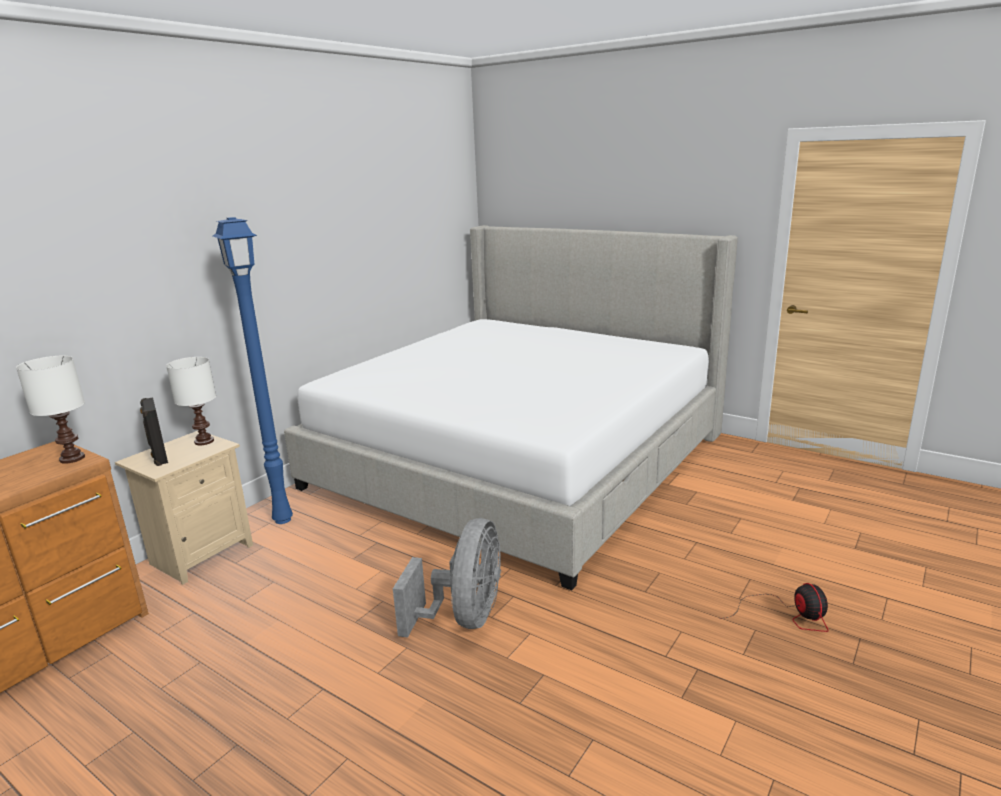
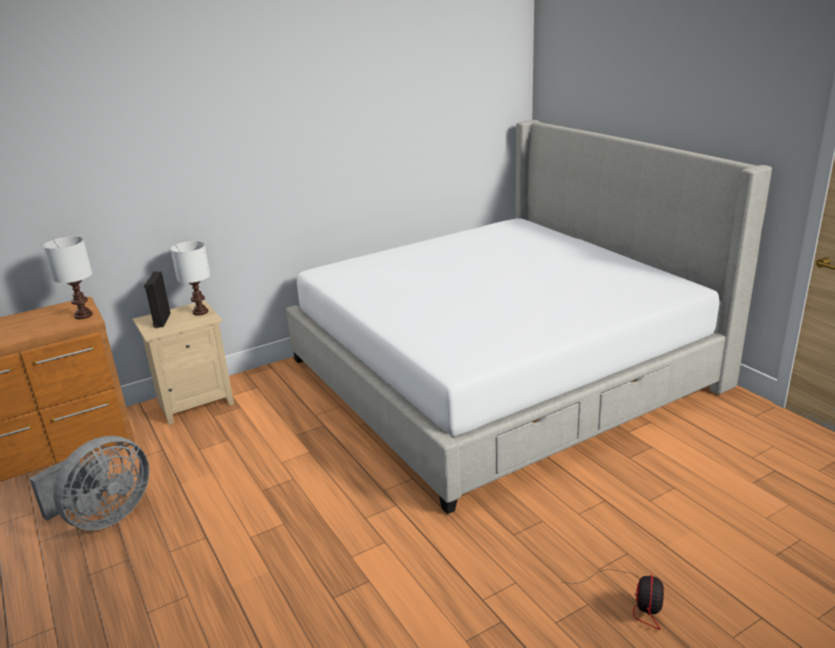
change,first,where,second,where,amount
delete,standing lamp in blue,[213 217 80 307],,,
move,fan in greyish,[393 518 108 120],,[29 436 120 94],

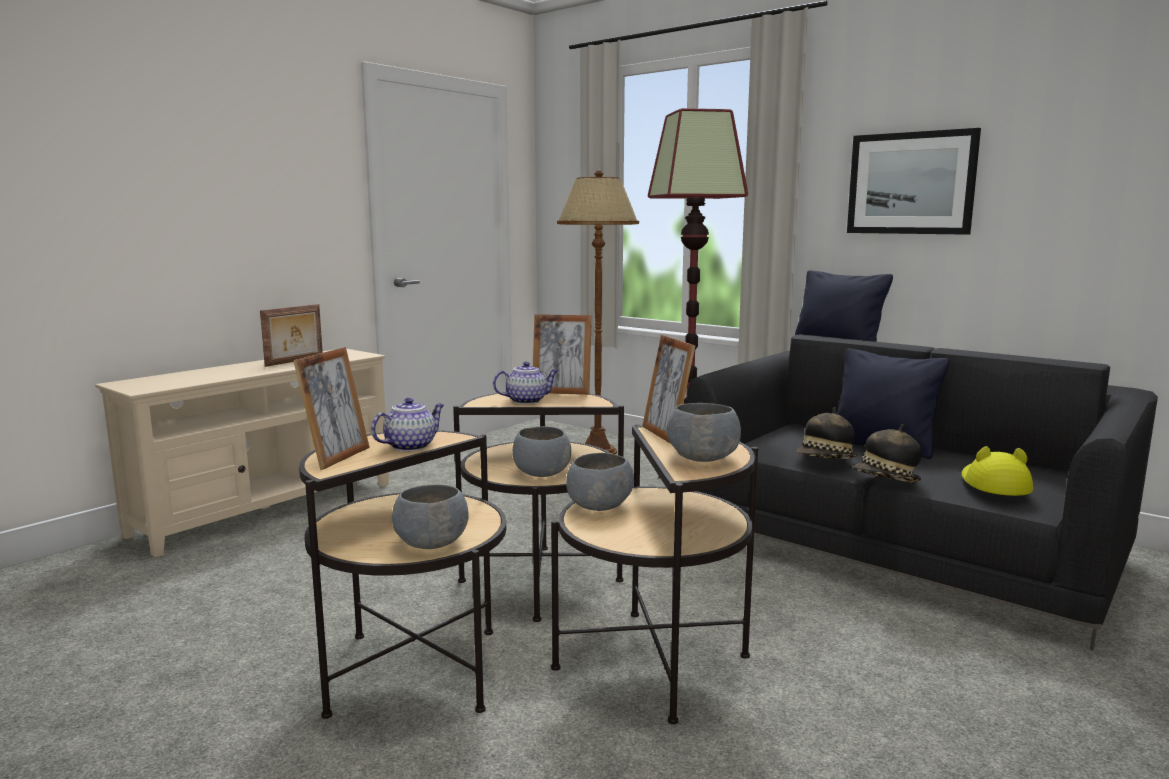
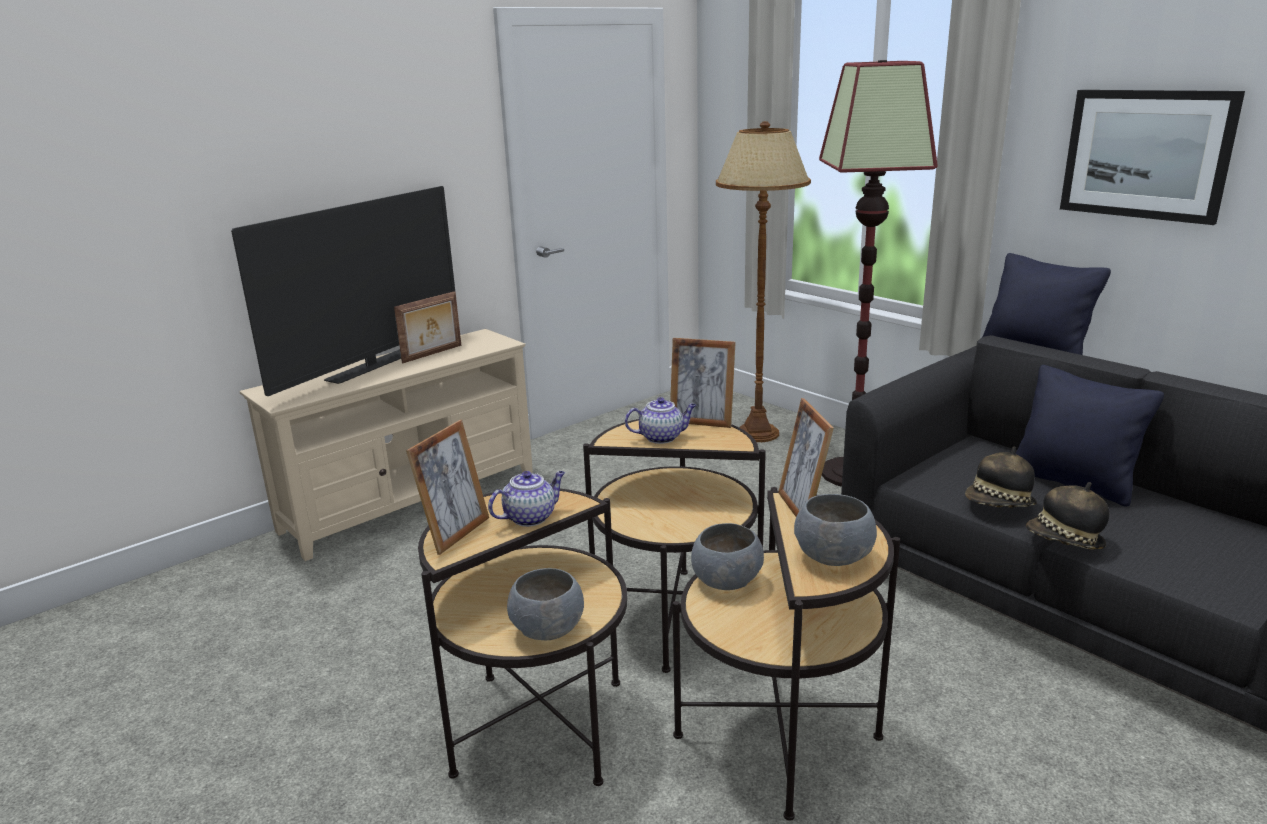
change,first,where,second,where,amount
delete,deep dish in greyish,[512 426 59 51],,,
delete,clothing hat in yellow-coloured,[962 446 71 50],,,
insert,,,TV set,[231 186 224 210],

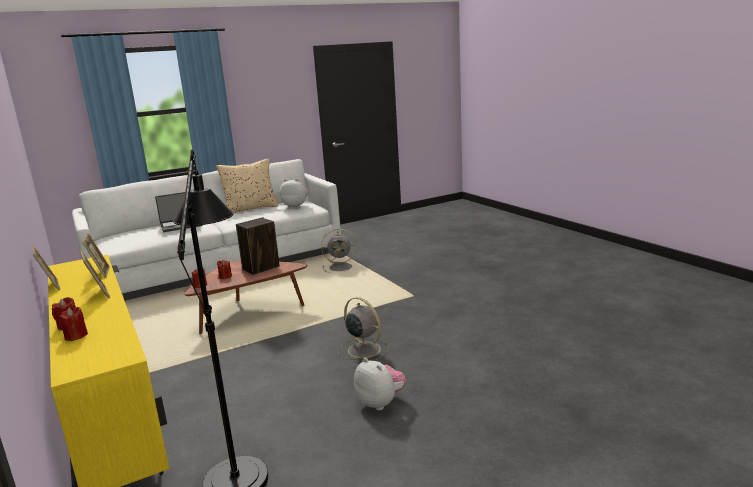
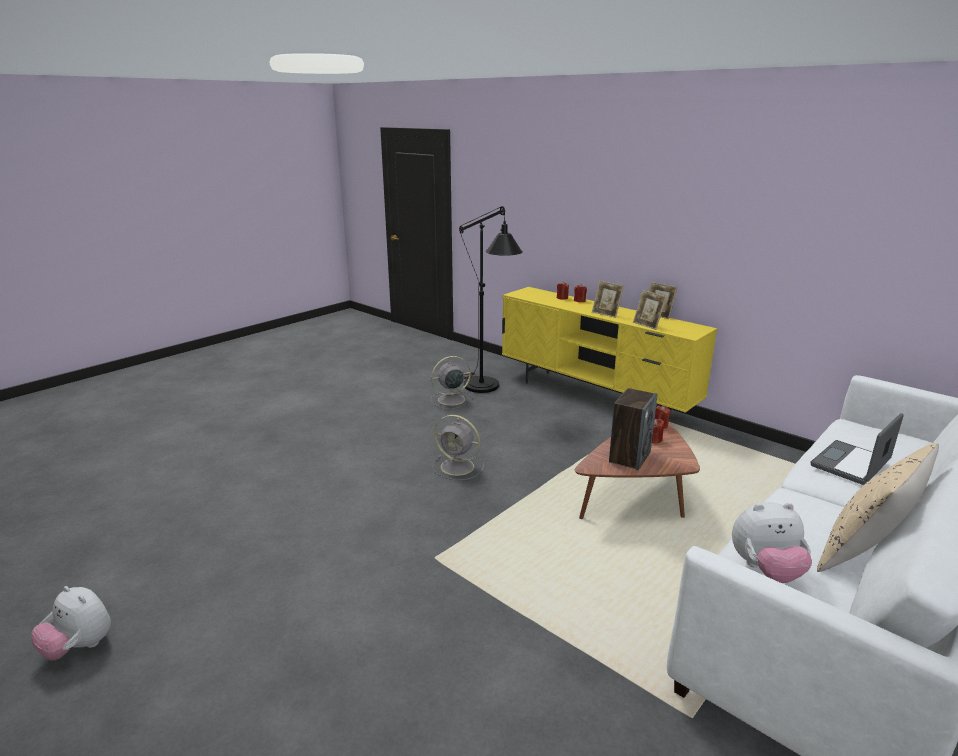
change,first,where,second,where,amount
move,fan in greyish,[321 229 36 44],,[431 356 43 53],
move,cuddly toy,[354 358 52 53],,[31 586 80 75],

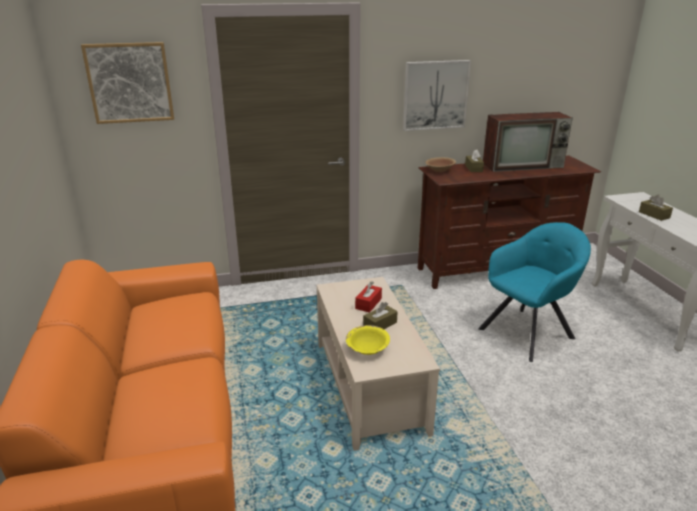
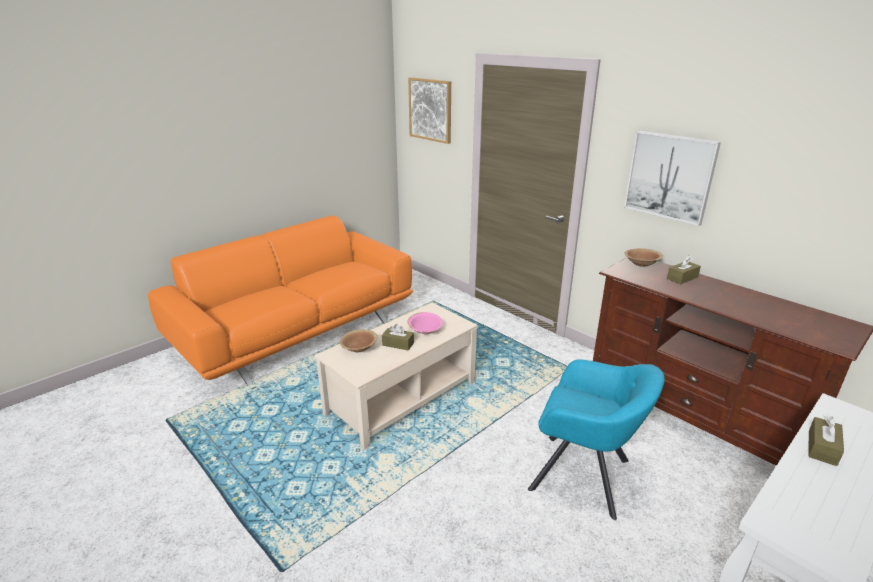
change,first,where,second,where,amount
delete,TV set,[483 112 90 60],,,
replace,box of tissues in red,[355 281 27 32],deep dish in pink-coloured,[408 312 35 22],
recolor,deep dish in yellow-coloured,[346 325 44 30],deep dish in brownish,[340 329 37 23],

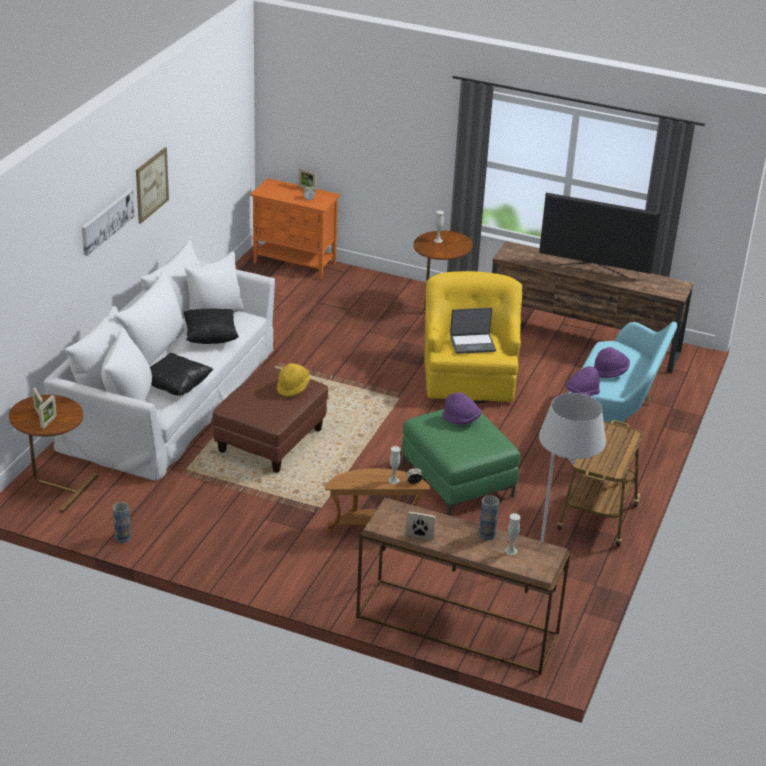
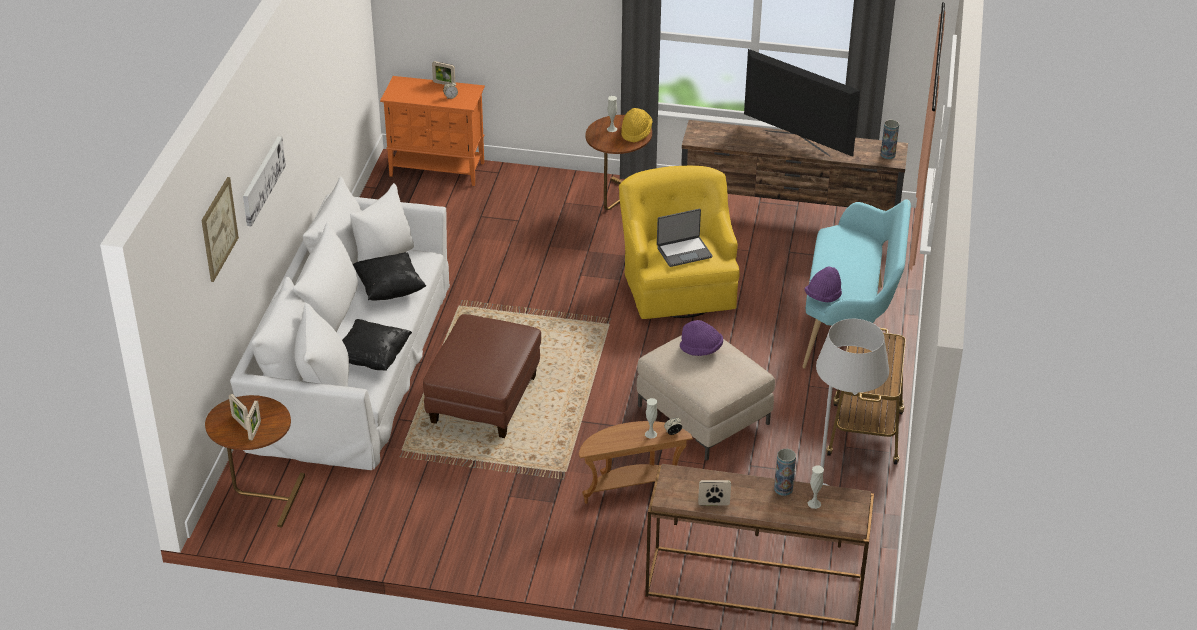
change,first,where,second,where,amount
delete,clothing hat in purple,[593 347 37 31],,,
move,vase,[113 502 18 41],,[881 120 18 39],
move,wall art,[136 147 33 77],,[201 177 38 105],
move,clothing hat in yellow-coloured,[277 363 33 34],,[621 108 31 35],
recolor,pouffe in green,[402 409 118 107],pouffe in sand-coloured,[637 335 138 126],
rotate,TV set,[539 193 121 85],,[744 49 116 108],150 degrees counterclockwise

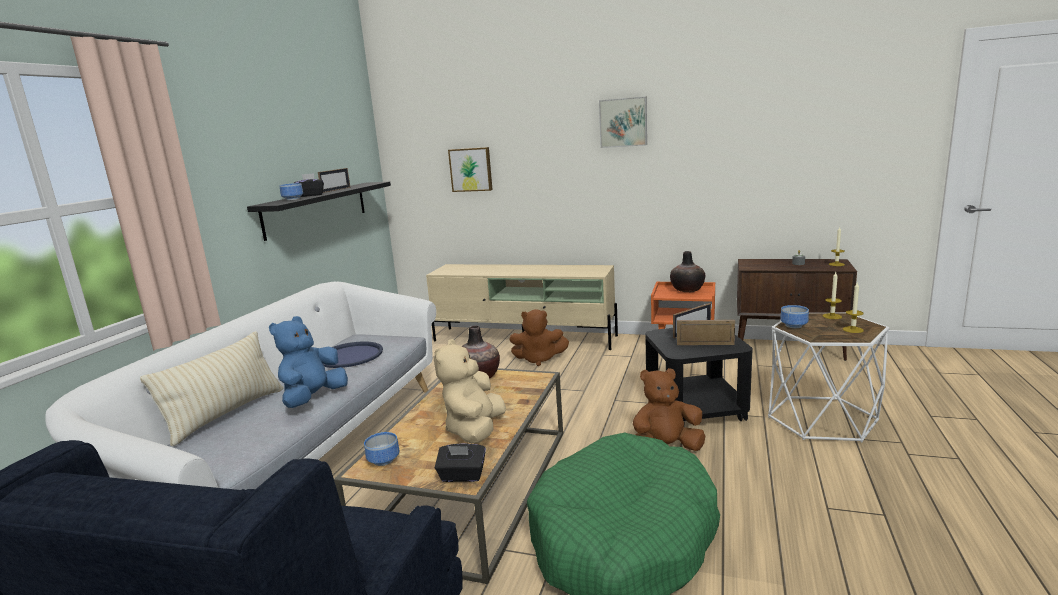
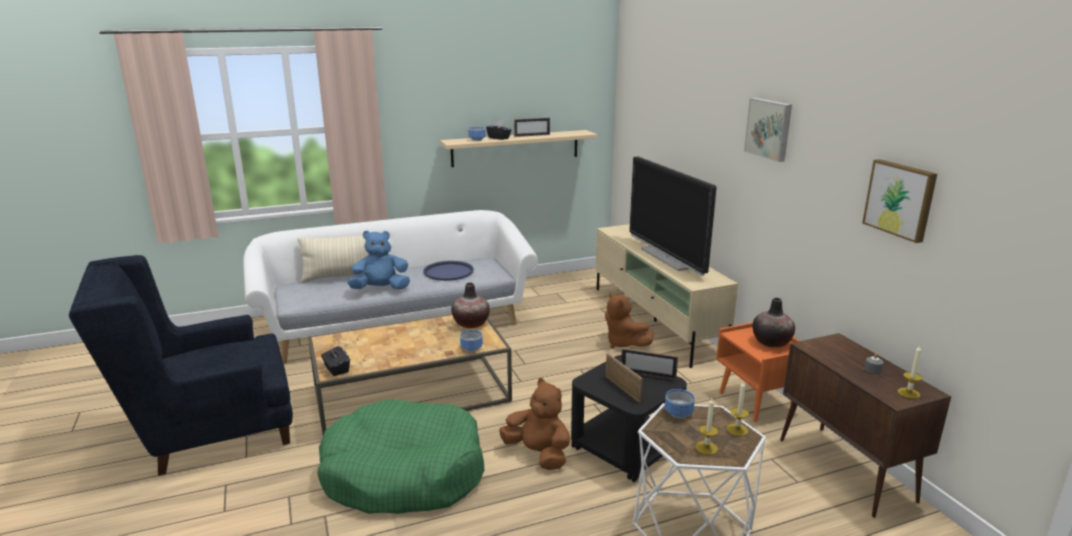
change,first,where,second,where,amount
delete,cuddly toy in sand-coloured,[434 339 72 105],,,
insert,,,TV set,[629 157 88 119],
move,deep dish,[364 432 35 34],,[460 330 23 22],
move,wall art,[448 147 45 45],,[862 159 75 84],
recolor,shelf in blackish,[247 182 144 59],shelf in sand-coloured,[440 130 157 37],

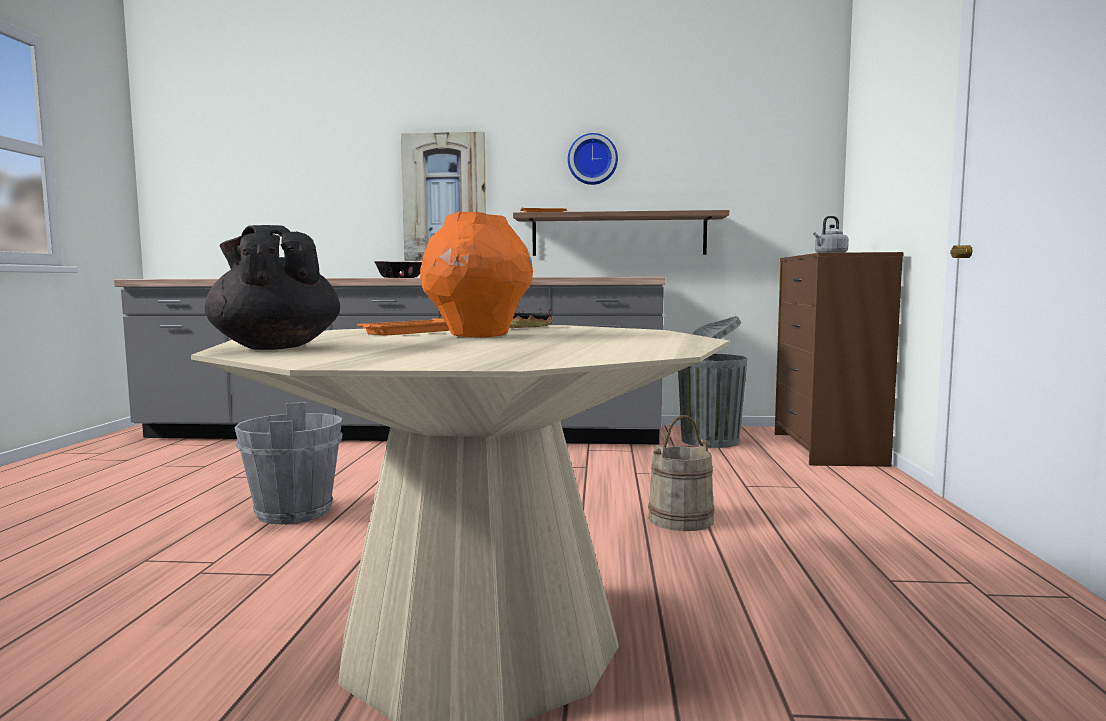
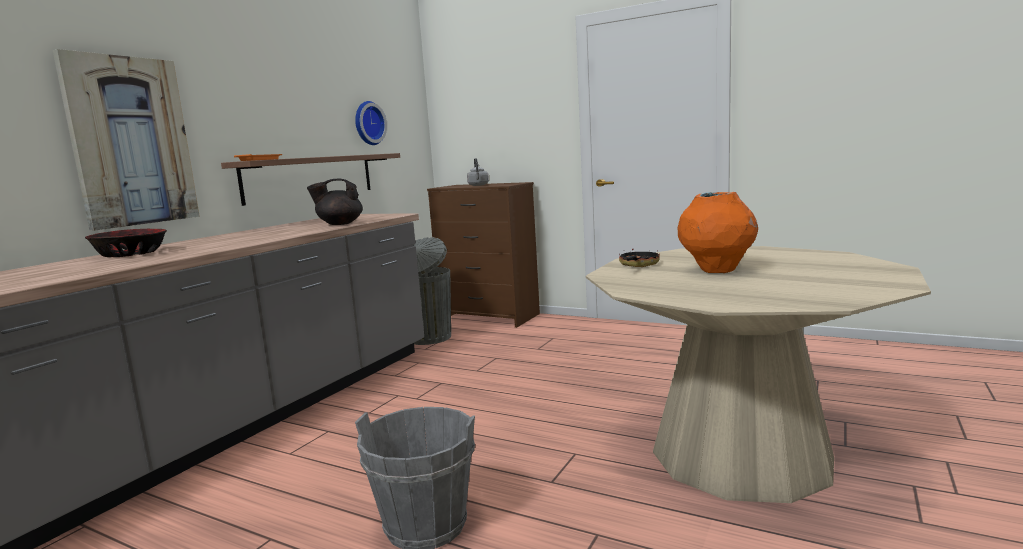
change,first,where,second,where,amount
delete,serving tray in orangey,[357 318 92 18],,,
delete,bucket in sand-coloured,[648 415 67 116],,,
move,teapot in blackish,[205 225 135 125],,[307 179 56 46],
move,wall clock,[568 133 50 52],,[355 101 32 44],

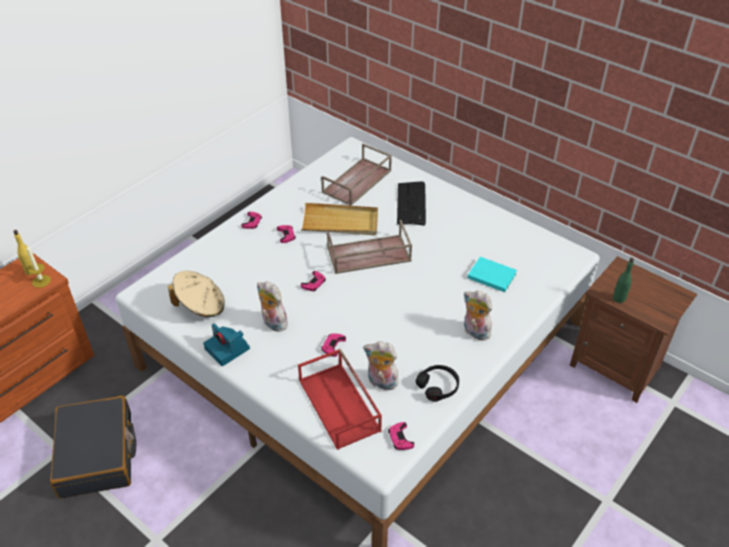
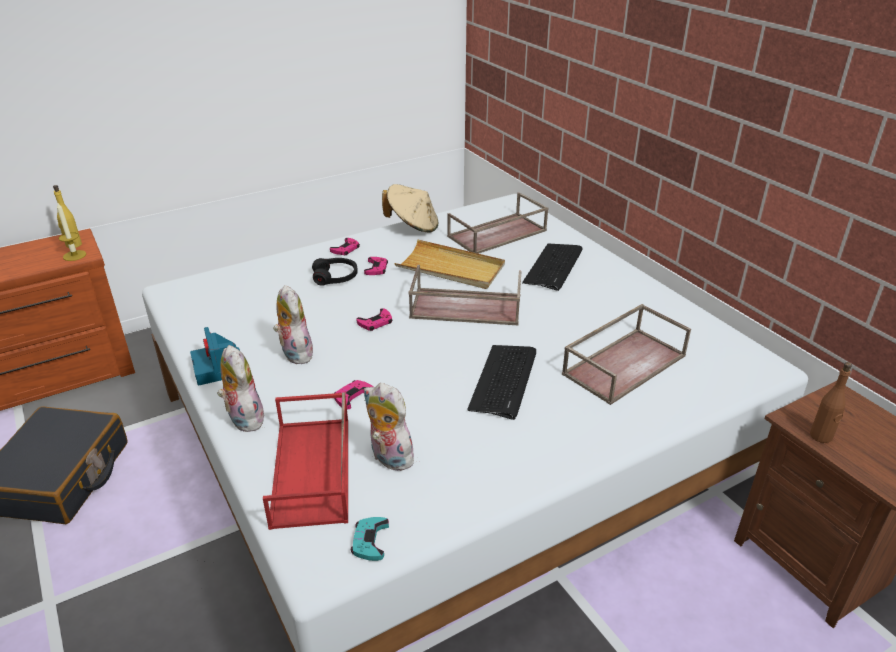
change,first,where,second,where,amount
insert,,,PC keyboard,[467 345 69 75],
move,clothing hat in sand-coloured,[168 271 57 46],,[382 184 56 49],
move,headphones in blackish,[416 365 43 37],,[312 258 46 28],
move,cuddly toy,[464 291 28 50],,[217 345 47 87],
replace,bound book in turquoise,[468 257 49 35],serving tray in brownish,[562 304 129 101],
recolor,gamepad in pink-coloured,[388 422 26 28],gamepad in turquoise,[351 517 38 44],
recolor,bottle in green,[613 258 21 45],bottle in brownish,[810 362 42 81],

